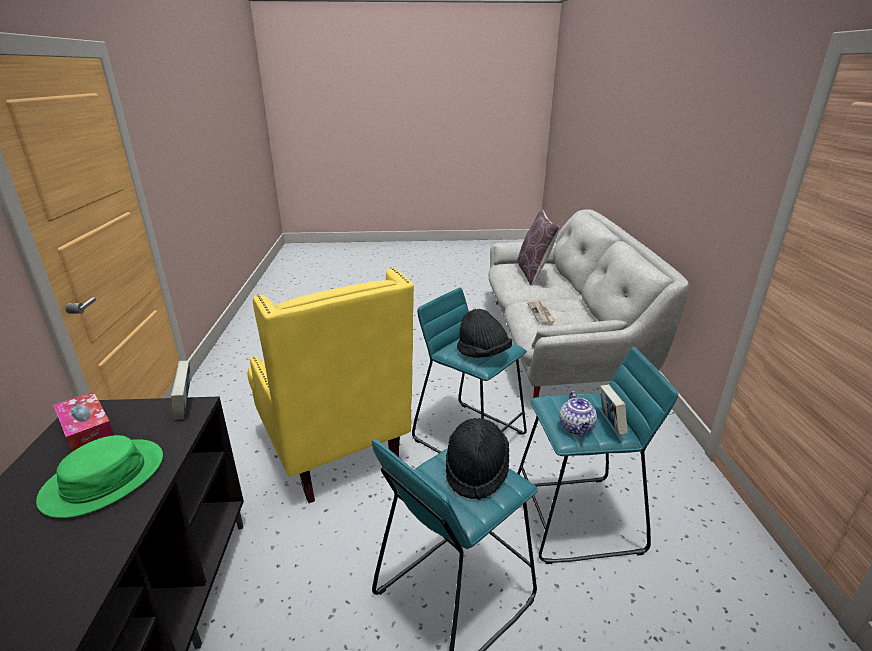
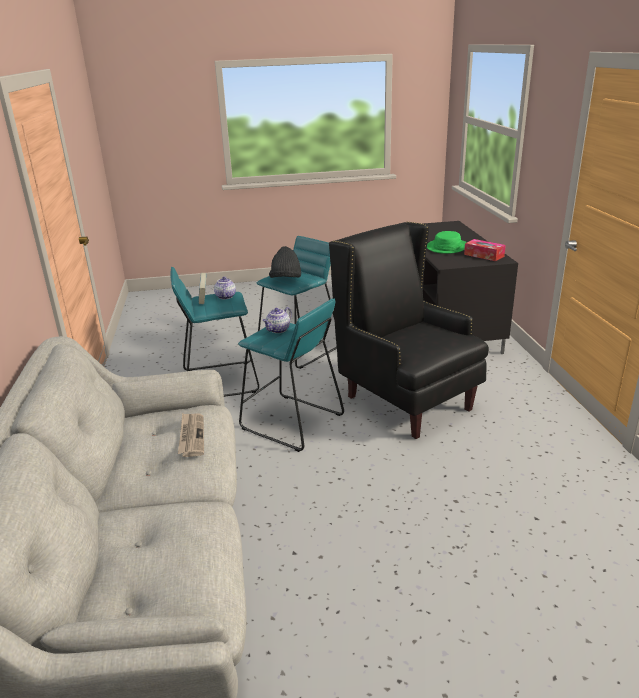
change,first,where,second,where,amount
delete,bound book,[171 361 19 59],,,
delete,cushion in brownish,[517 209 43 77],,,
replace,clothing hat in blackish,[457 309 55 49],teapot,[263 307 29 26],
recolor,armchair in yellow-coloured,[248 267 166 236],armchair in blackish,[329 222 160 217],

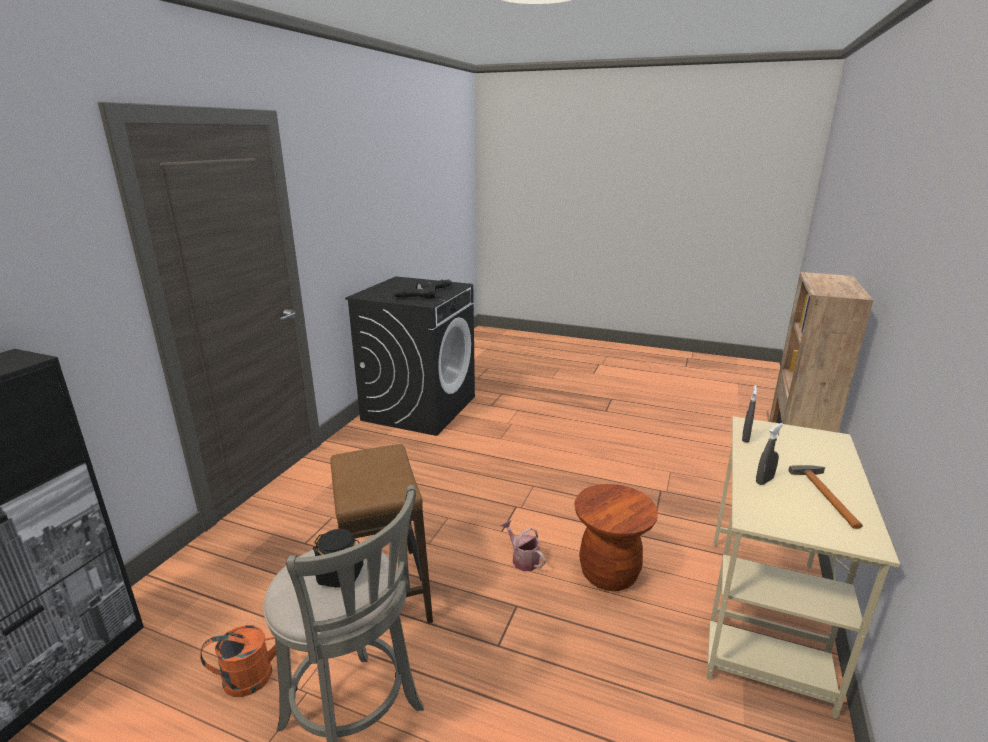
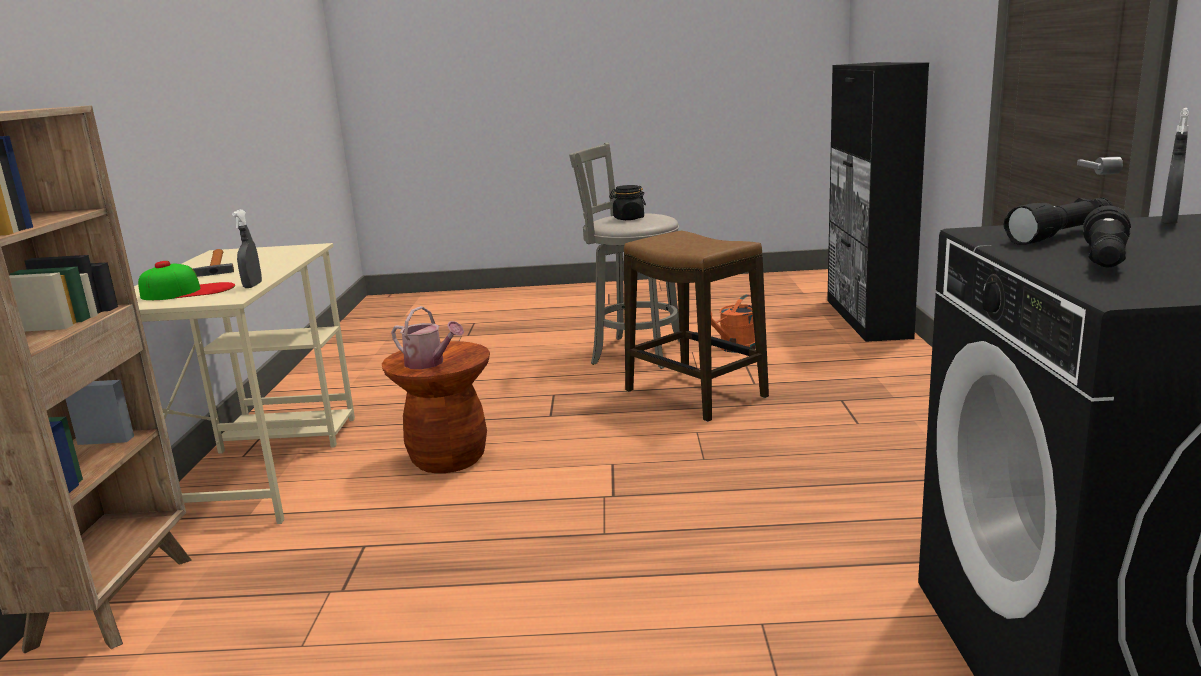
change,first,where,second,where,amount
insert,,,peaked cap,[138 261 97 39],
move,watering can,[501 520 45 51],,[391 306 73 63],
move,hand sprayer in greyish,[756 423 27 62],,[1161 108 28 117],

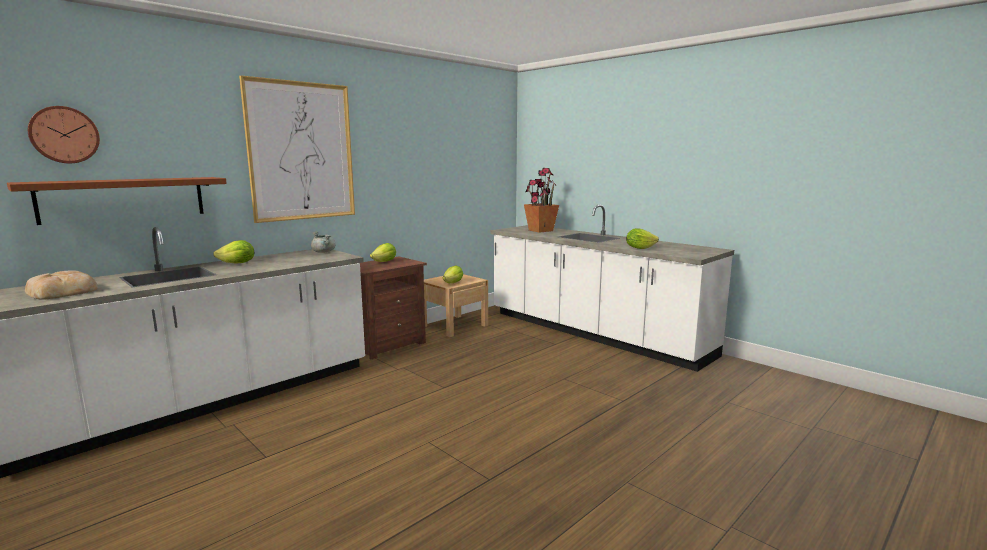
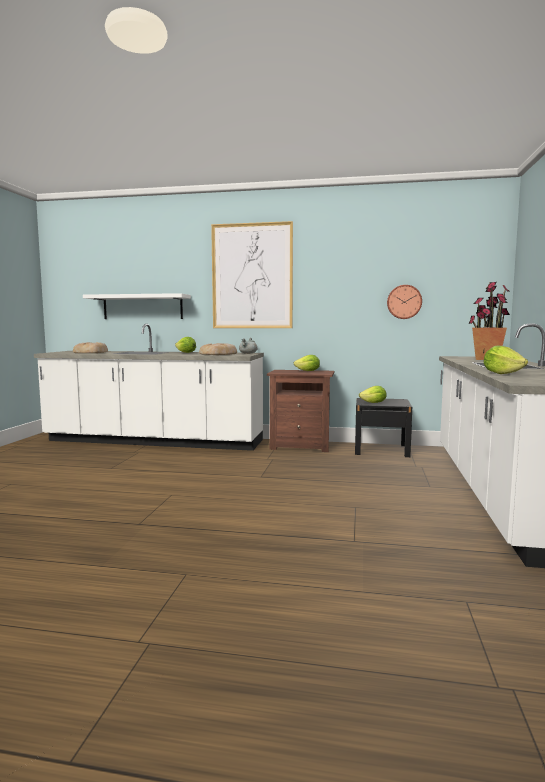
change,first,where,second,where,amount
insert,,,bakery bread,[199 343 38 12],
move,wall clock,[28 106 72 57],,[387 285 35 34],
recolor,shelf in brownish,[7 177 220 48],shelf in white-coloured,[83 293 108 26],
recolor,night table in sand-coloured,[424 274 64 63],night table in blackish,[355 398 57 59],

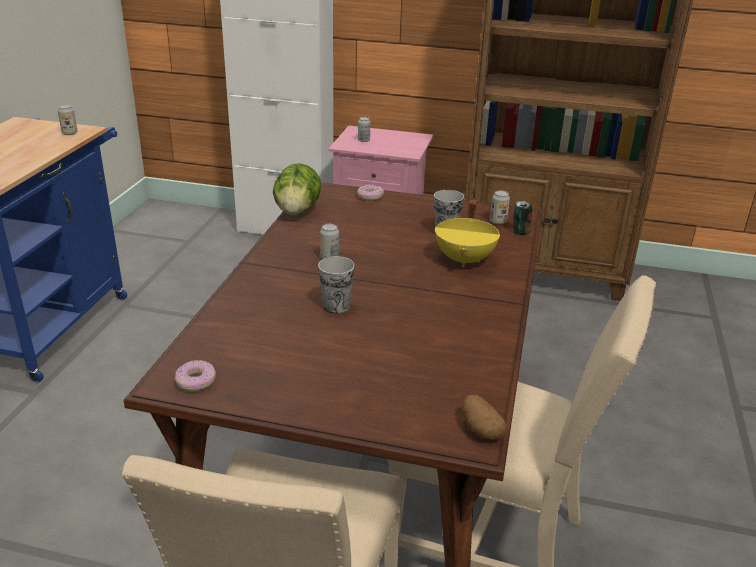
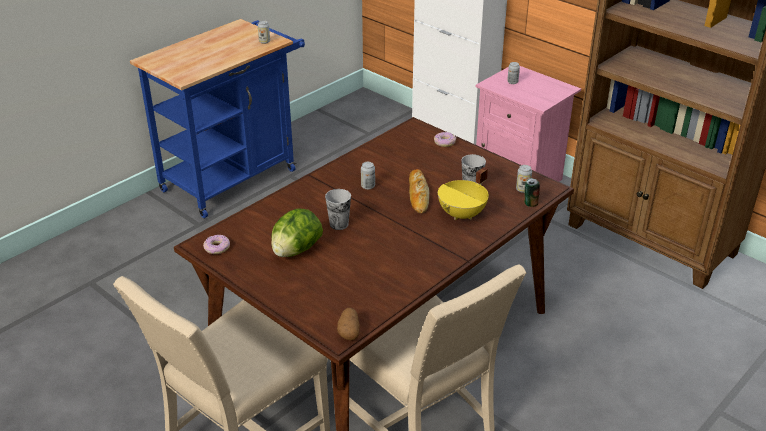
change,first,where,second,where,amount
insert,,,bakery bread,[409 169 20 44],
move,head of lettuce,[273 163 48 52],,[271 208 52 49],

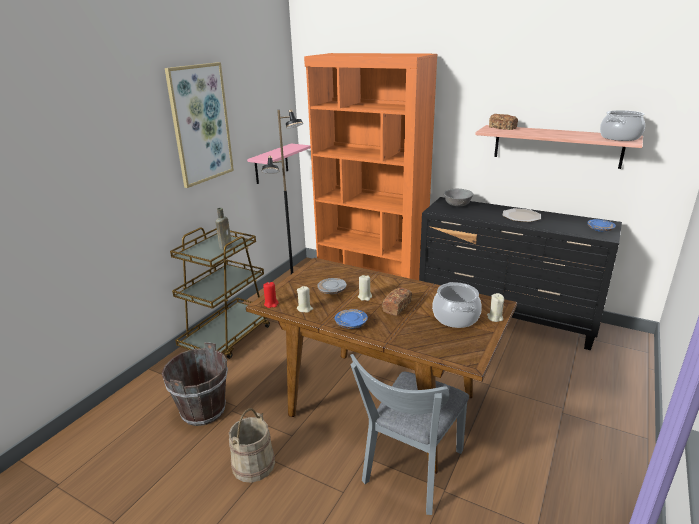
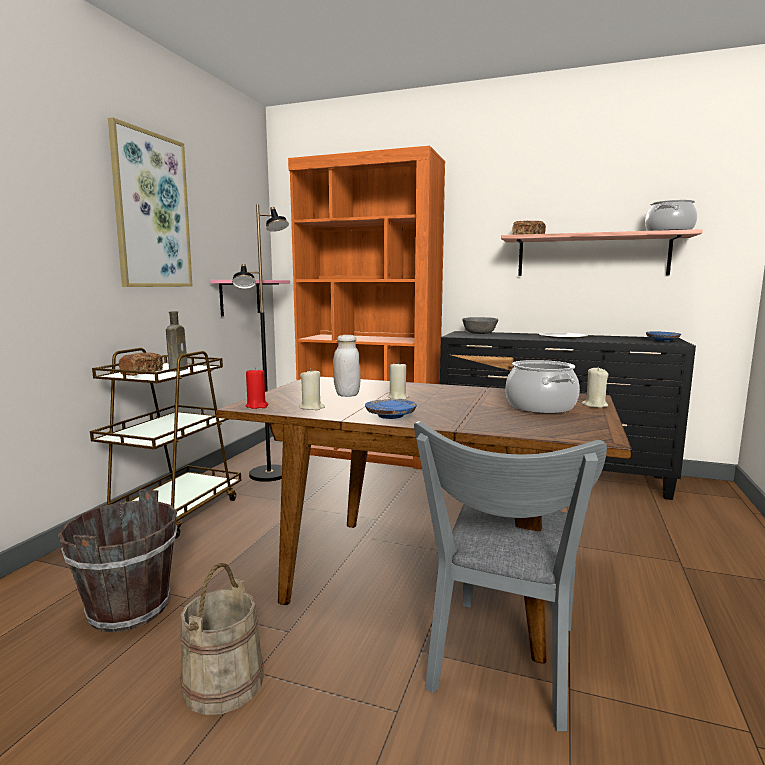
change,first,where,second,where,amount
move,bakery bread,[382 287 30 29],,[119 353 44 23],
replace,flat dish in greyish,[317 278 30 16],jar in white-coloured,[333 335 28 62],

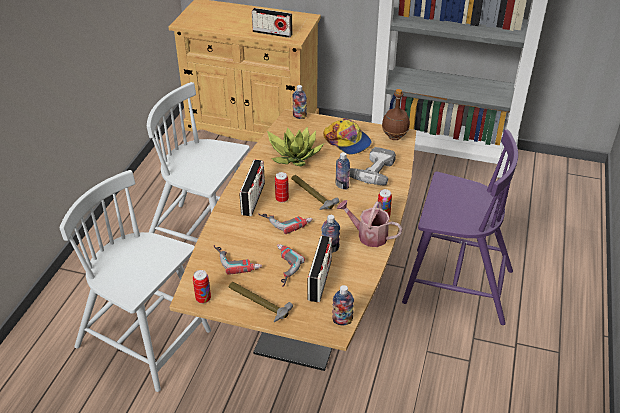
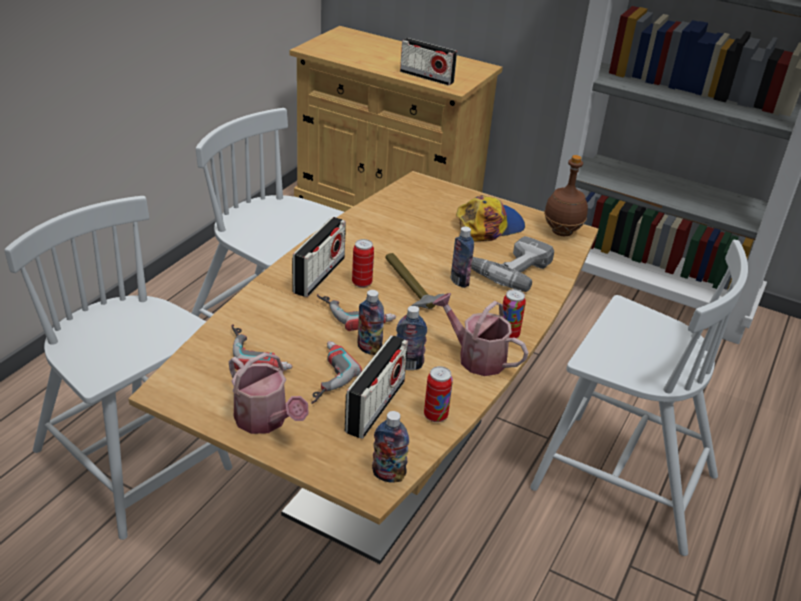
change,first,where,second,where,amount
delete,plant in a pot,[267 127 57 39],,,
move,sealed can,[193 270 18 33],,[424 366 29 56],
move,bottle,[292 85 15 34],,[358 290 26 65],
replace,hand hammer,[229 282 64 40],watering can,[229 352 80 82],
recolor,upright chair in purple,[402 130 116 195],upright chair in white-coloured,[530 239 218 317],
rotate,peaked cap,[323 118 49 37],,[456 195 69 46],90 degrees counterclockwise

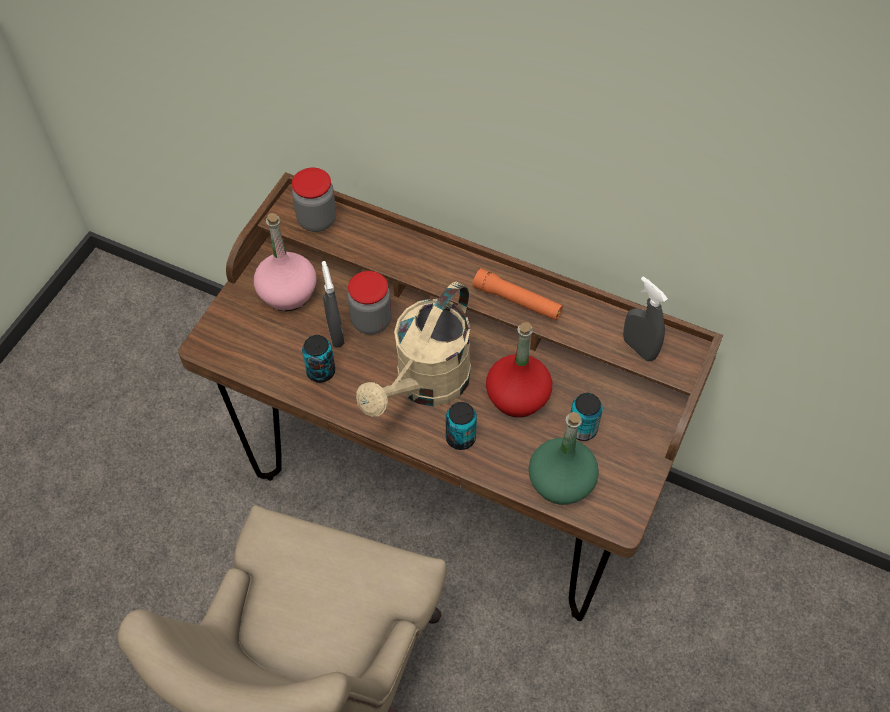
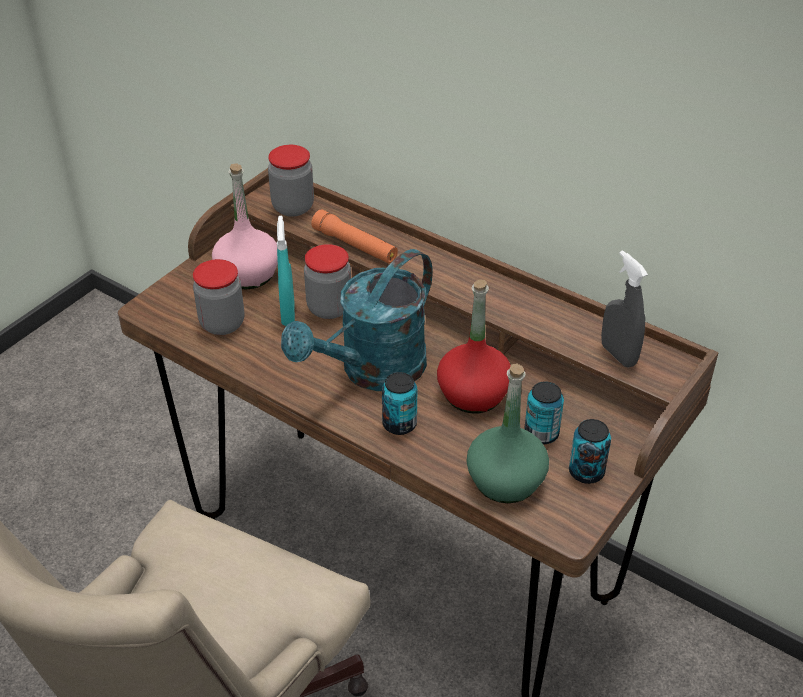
change,first,where,second,where,amount
insert,,,jar,[193 259 51 76],
move,sealed can,[302 335 33 48],,[569 419 42 65],
move,hand torch in orangey,[473 268 90 53],,[311 209 87 55],
recolor,hand sprayer in greyish,[322 261 23 87],hand sprayer in turquoise,[277 216 18 110],
recolor,watering can in sand-coloured,[356 282 115 135],watering can in turquoise,[281 249 152 142],

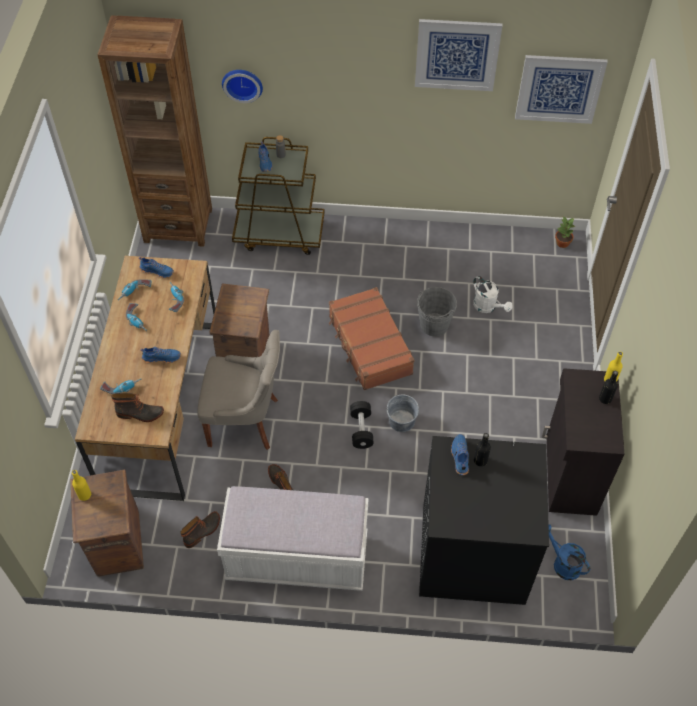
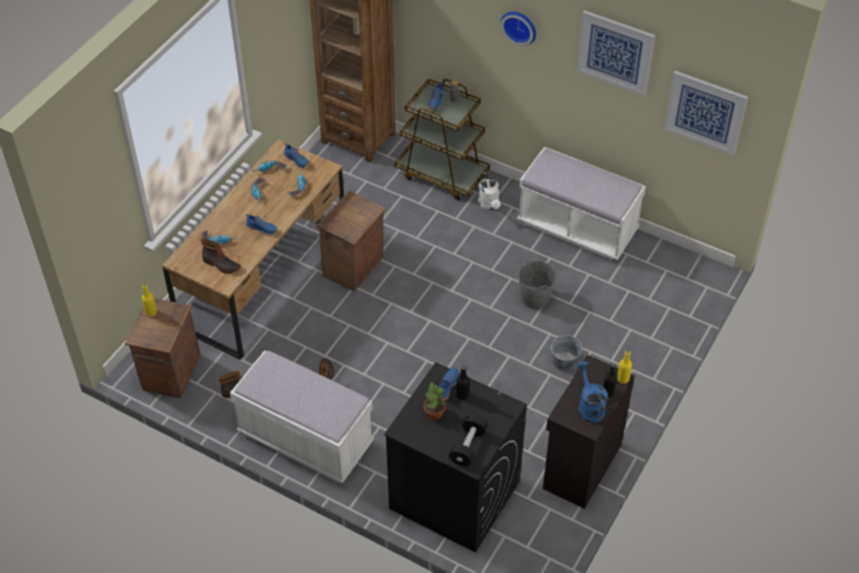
change,first,where,second,where,amount
delete,upright chair in greyish,[198 330 82 120],,,
delete,suitcase in brownish,[329 287 86 103],,,
insert,,,long seat in white-coloured,[517 147 129 113],
move,wall clock,[222 70 41 33],,[501 11 35 35],
move,hand weight in blackish,[350 401 24 48],,[449 414 39 52],
move,bucket in greyish,[387 394 32 38],,[551 335 31 36],
move,watering can in white-coloured,[473 276 40 37],,[478 172 23 38],
move,watering can in blue,[549 524 41 56],,[577 361 31 62],
move,plant in a pot,[555 217 20 31],,[424 382 22 38],

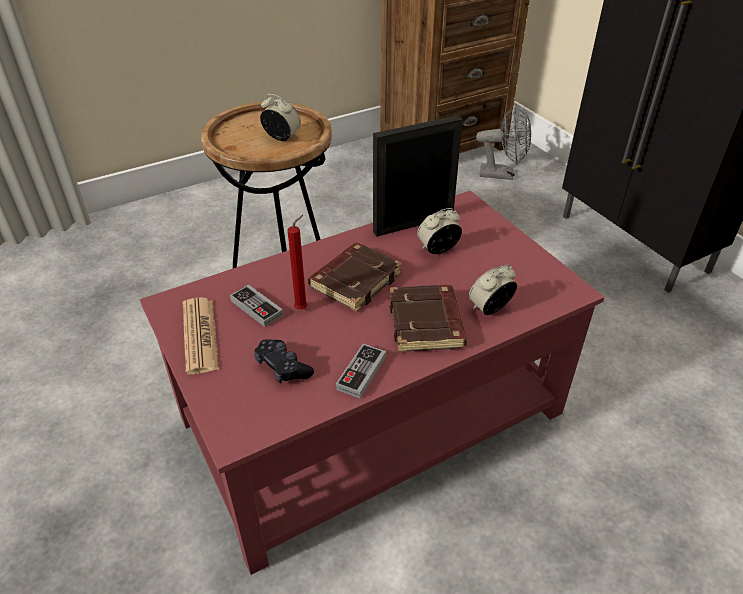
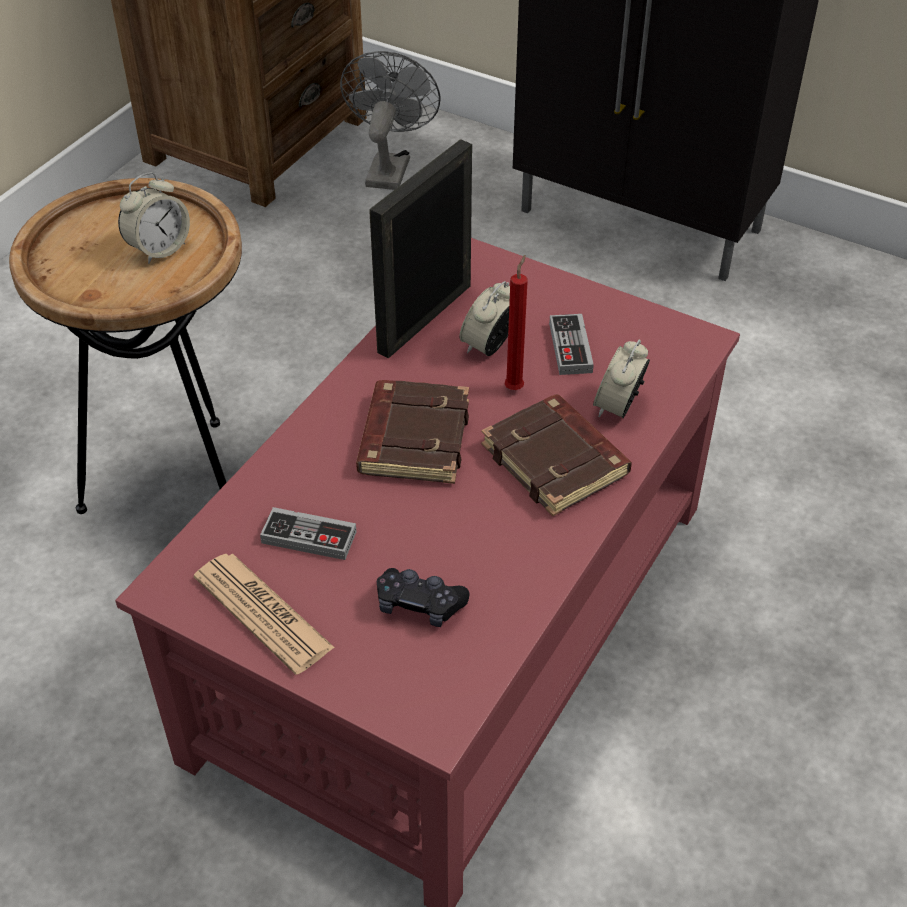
change,first,where,second,where,amount
move,wax candle in red,[287 215 21 94],,[504 255 24 135],
move,gamepad,[336 344 50 54],,[549 314 45 61],
rotate,table clock,[260 94 41 47],,[118 172 72 92],135 degrees clockwise
rotate,fan in greyish,[476 103 55 77],,[340 51 101 139],60 degrees counterclockwise

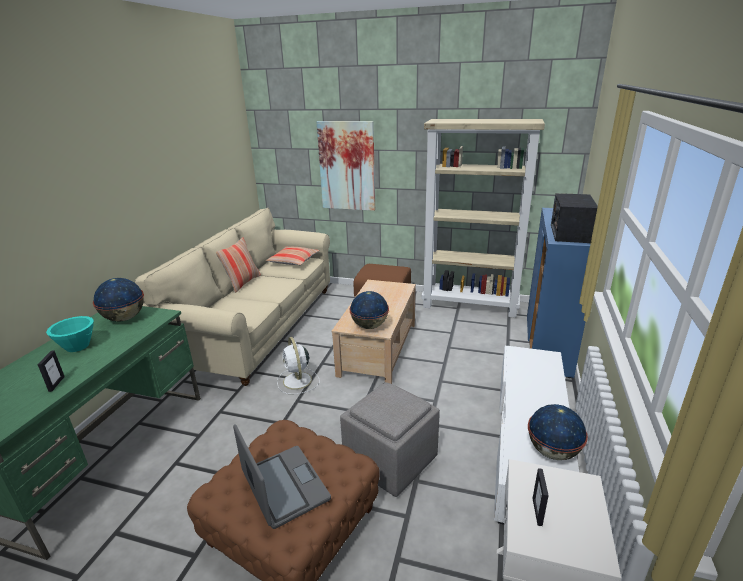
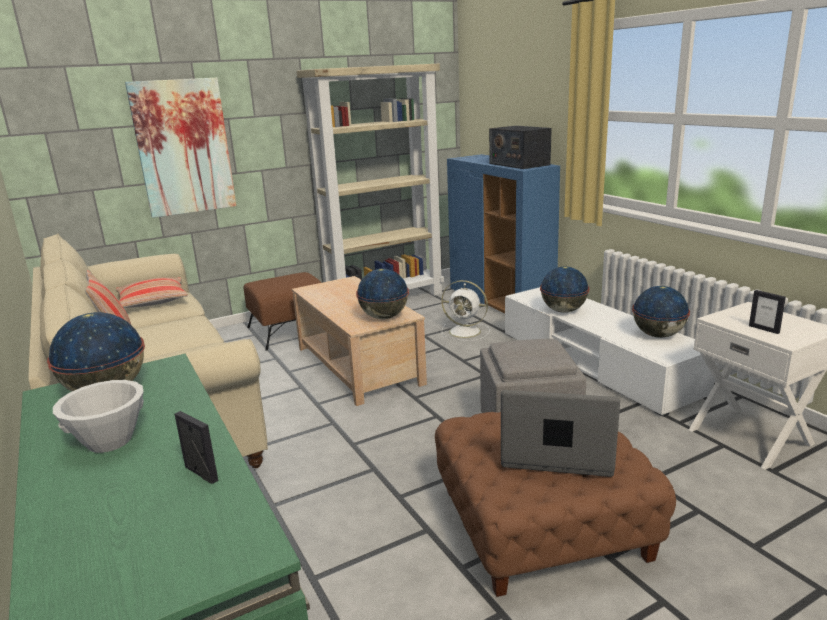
change,first,where,second,where,amount
insert,,,globe,[540 266 49 47],
move,fan in white-coloured,[277 337 43 57],,[441 280 49 61],
recolor,deep dish in turquoise,[46 316 48 36],deep dish in white-coloured,[53 380 91 73],

